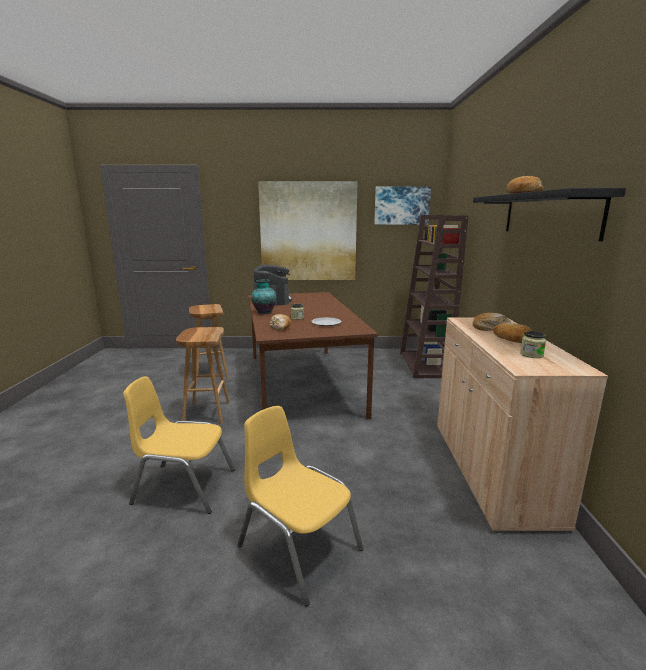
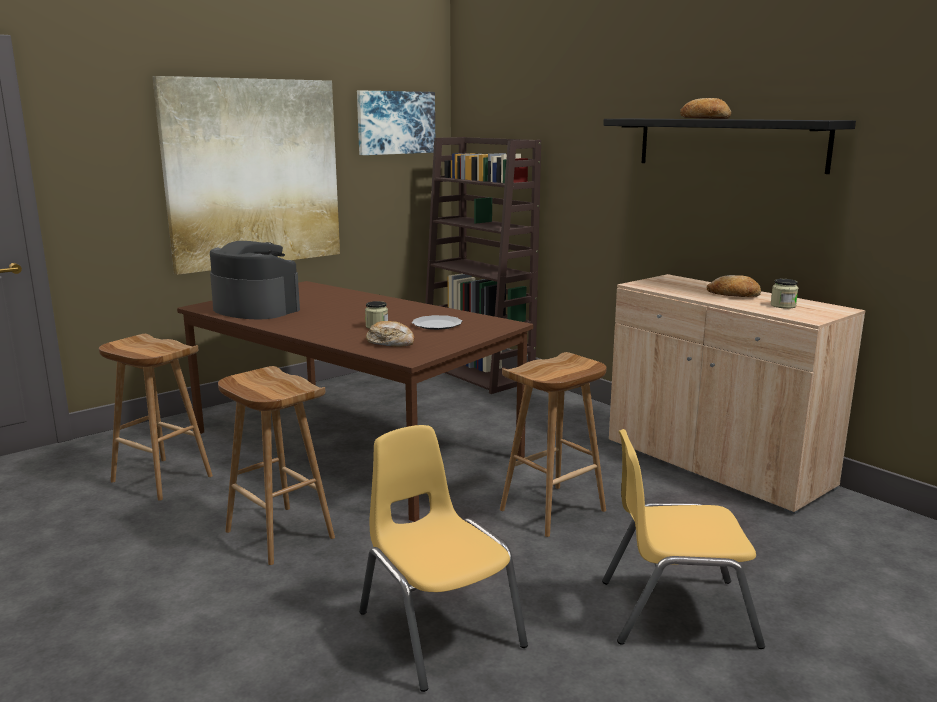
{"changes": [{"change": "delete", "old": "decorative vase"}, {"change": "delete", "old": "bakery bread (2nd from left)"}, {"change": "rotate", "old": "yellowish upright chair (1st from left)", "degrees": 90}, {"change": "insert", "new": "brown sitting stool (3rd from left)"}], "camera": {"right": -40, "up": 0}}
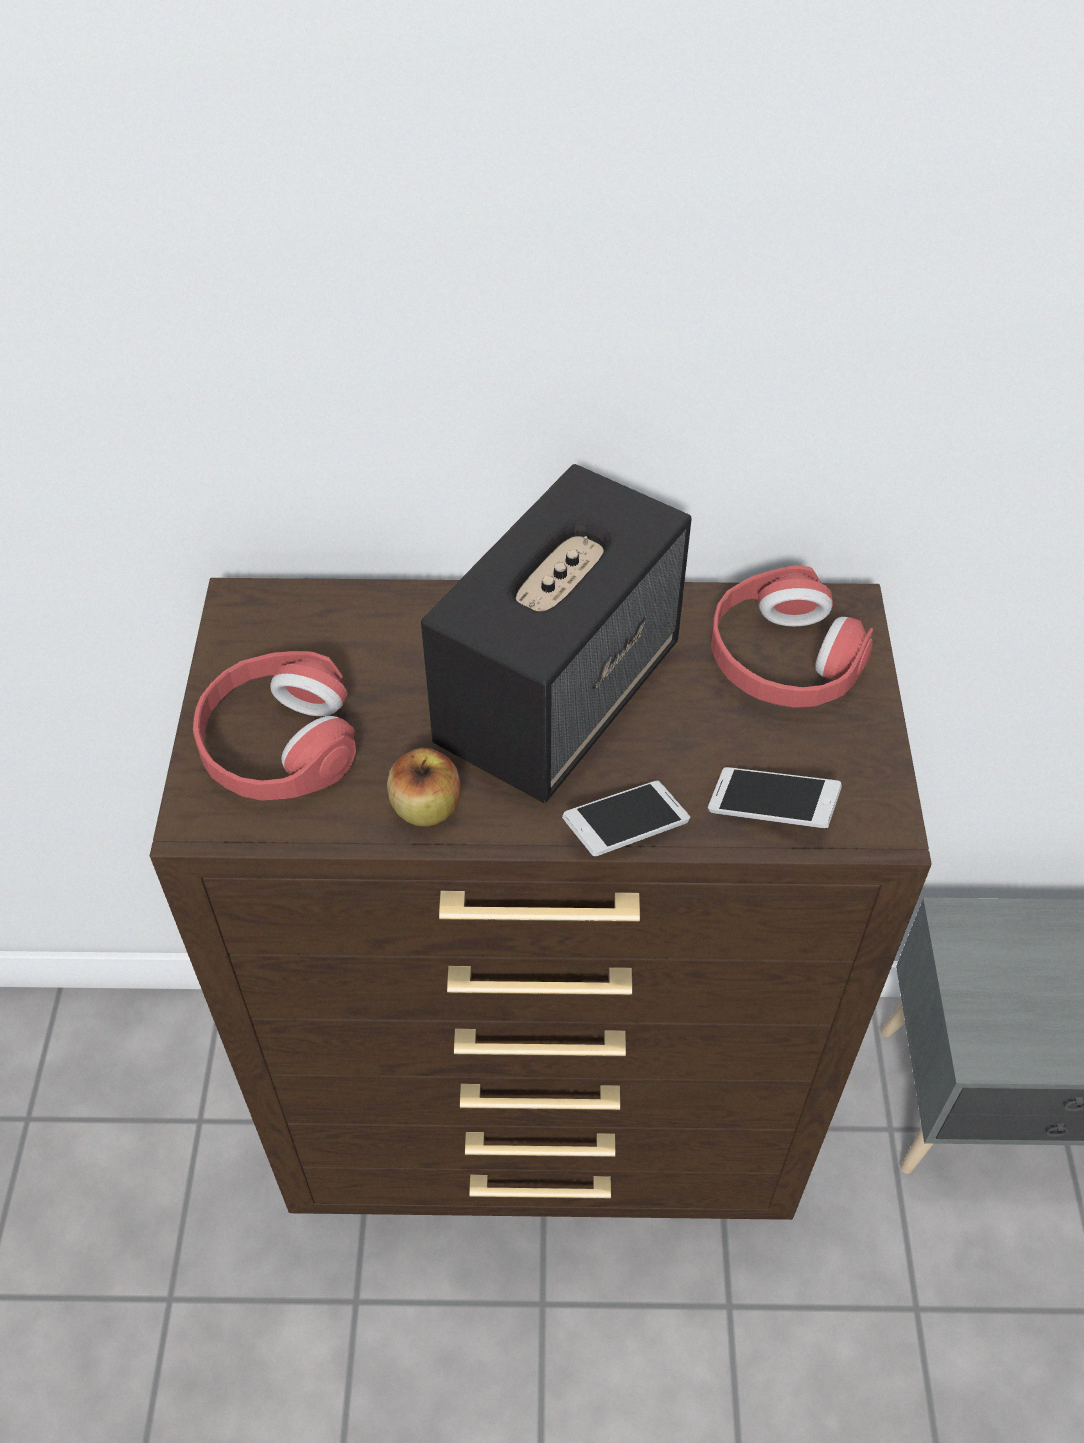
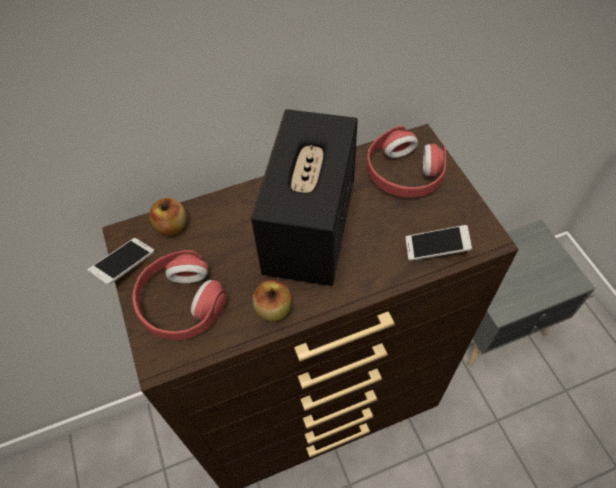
{"changes": [{"change": "move", "old": "handset (1st from left)"}, {"change": "insert", "new": "whole apple (1st from left)"}], "camera": {"right": -20, "up": 5}}
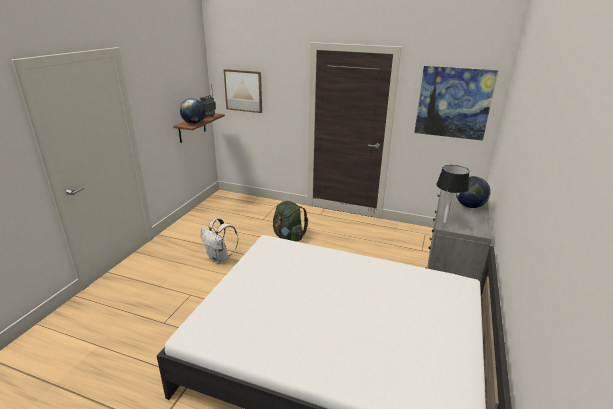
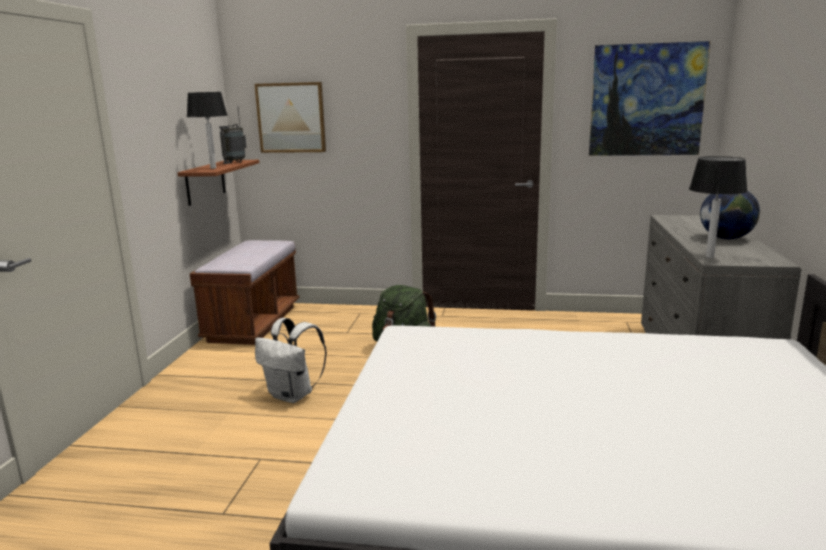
{"changes": [{"change": "replace", "old": "world globe (1st from left)", "new": "lamp for a table (1st from left)"}, {"change": "insert", "new": "brown bench"}], "camera": {"right": -10, "up": -10}}
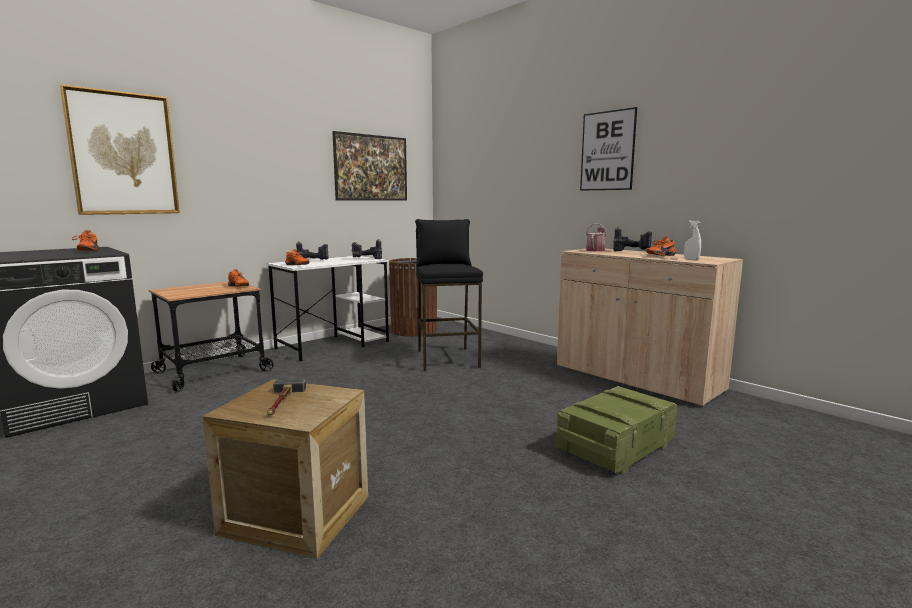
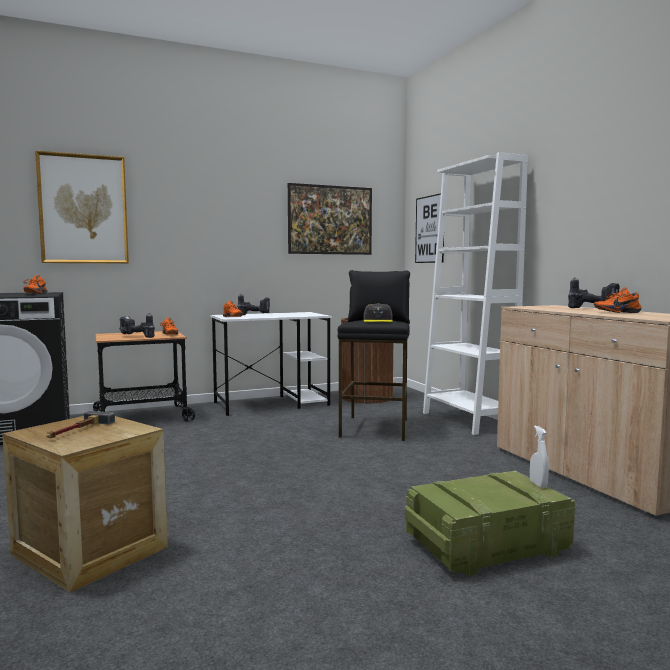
{"changes": [{"change": "move", "old": "wall picture (3rd from left)"}, {"change": "move", "old": "white hand sprayer"}, {"change": "delete", "old": "watering can"}, {"change": "move", "old": "power drill (2nd from left in the first image)", "new": "power drill (1st from left)"}, {"change": "insert", "new": "white bookshelf"}, {"change": "insert", "new": "grey peaked cap"}], "camera": {"right": 20, "up": -5}}
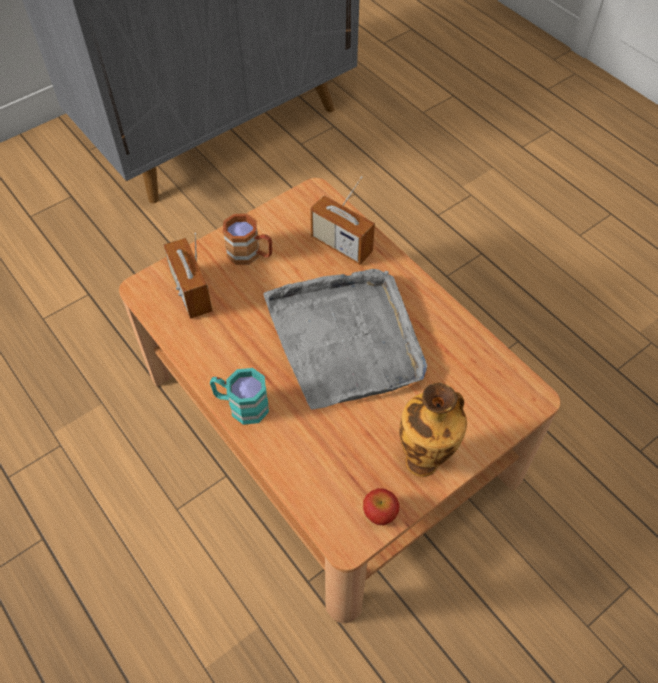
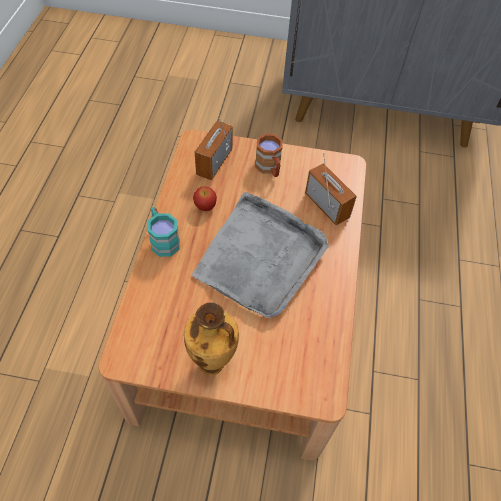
{"changes": [{"change": "rotate", "old": "radio set (2nd from left)", "degrees": 150}, {"change": "move", "old": "whole apple"}], "camera": {"right": 45, "up": 0}}
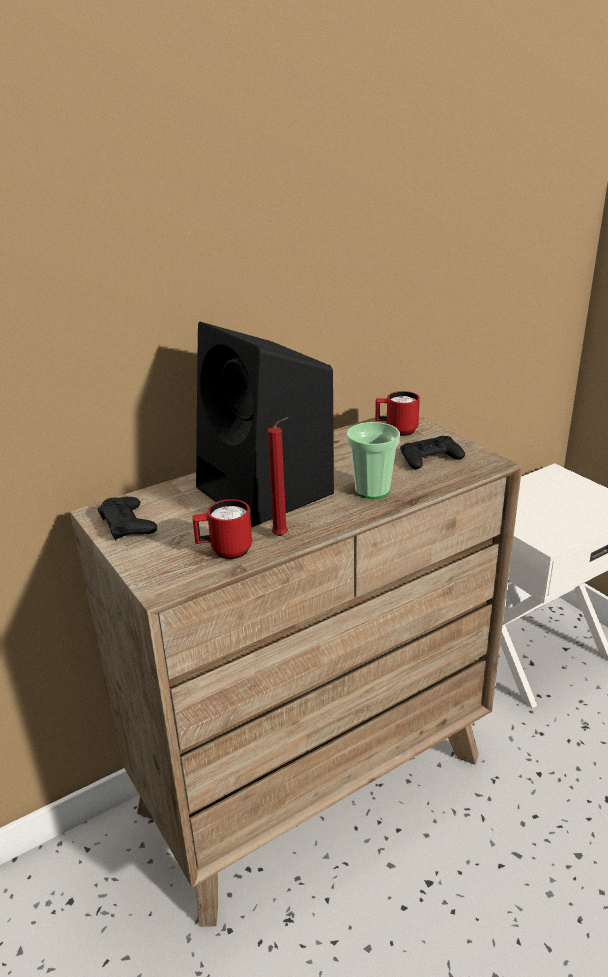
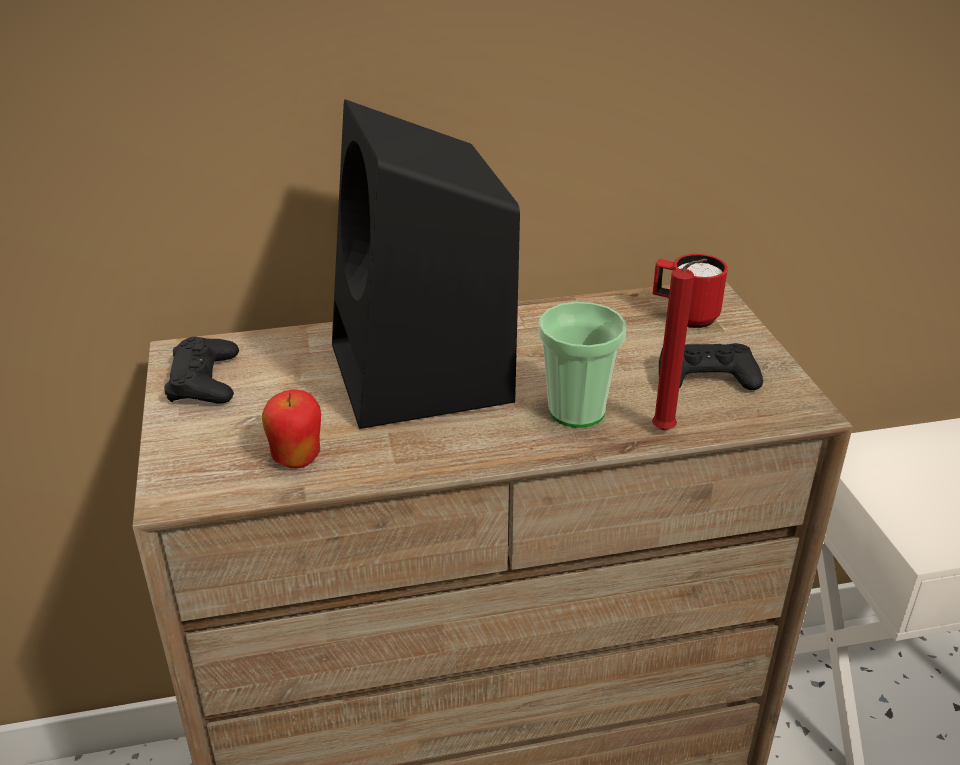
{"changes": [{"change": "move", "old": "reddish wax light"}, {"change": "replace", "old": "reddish coffee mug (1st from left)", "new": "whole apple"}], "camera": {"right": 20, "up": 5}}
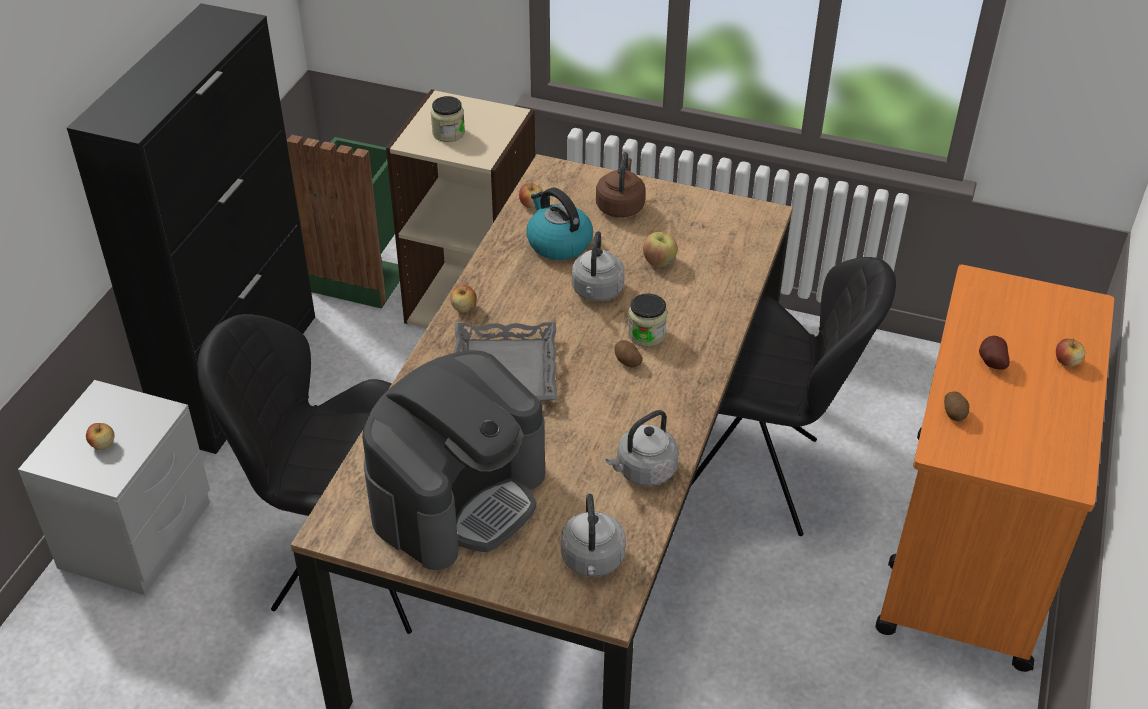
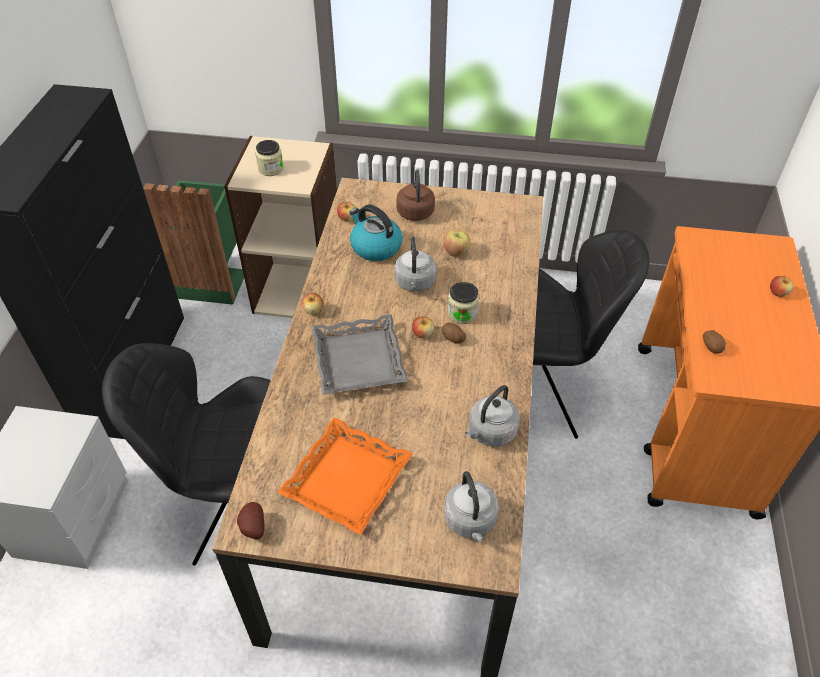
{"changes": [{"change": "move", "old": "whole potato (3rd from left in the first image)", "new": "whole potato (1st from left)"}, {"change": "replace", "old": "coffee machine", "new": "orange serving tray"}, {"change": "move", "old": "whole apple (1st from left in the first image)", "new": "whole apple (3rd from left)"}], "camera": {"right": -10, "up": 5}}
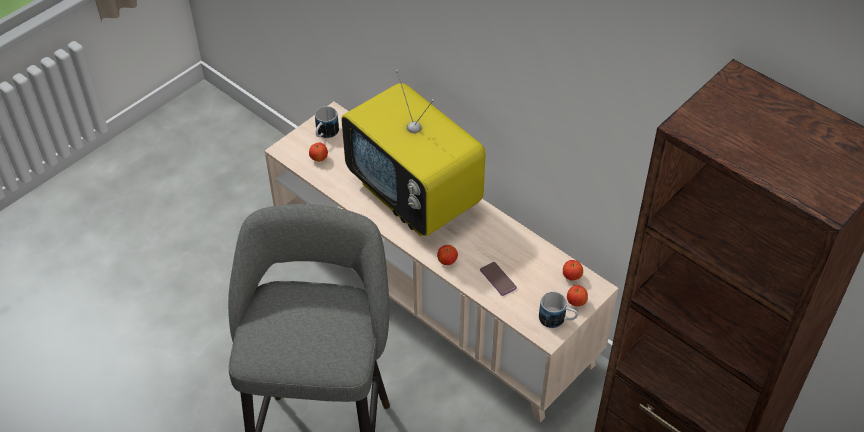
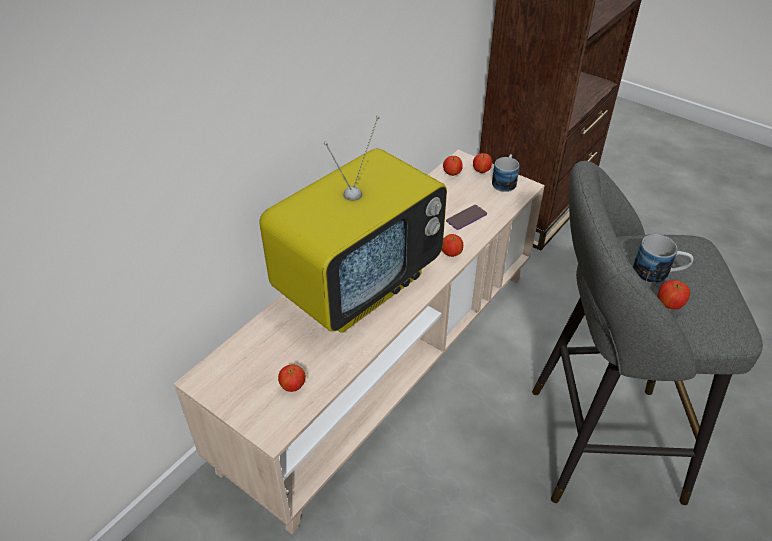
{"changes": [{"change": "move", "old": "coffee mug (1st from left in the first image)", "new": "coffee mug (2nd from left)"}, {"change": "insert", "new": "whole apple (5th from left)"}], "camera": {"right": -95, "up": -5}}
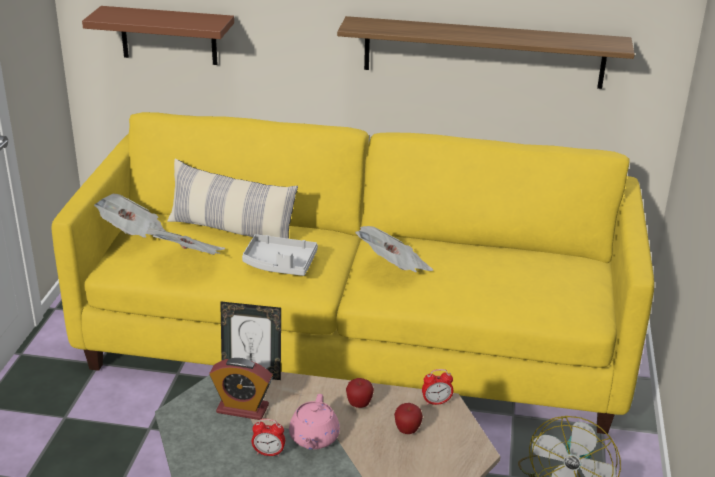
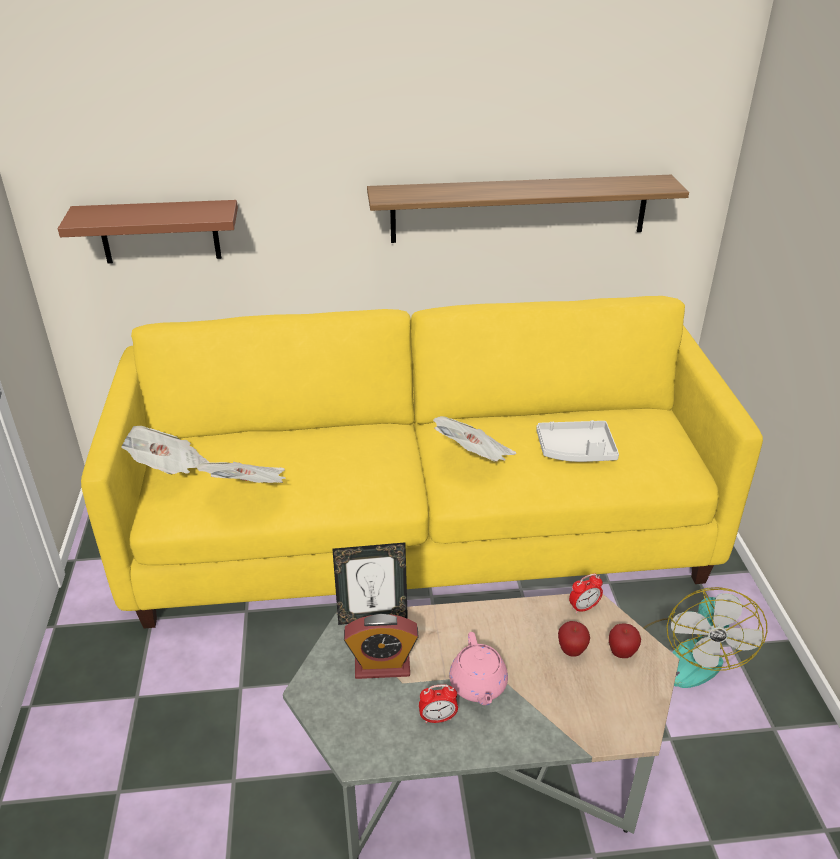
{"changes": [{"change": "delete", "old": "throw pillow"}, {"change": "move", "old": "grey serving tray"}, {"change": "move", "old": "whole apple (1st from left in the first image)", "new": "whole apple (2nd from left)"}], "camera": {"right": -15, "up": 5}}
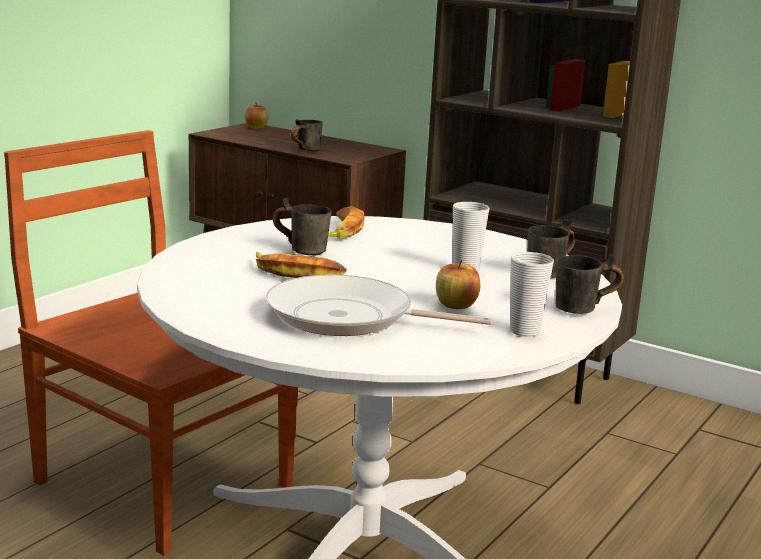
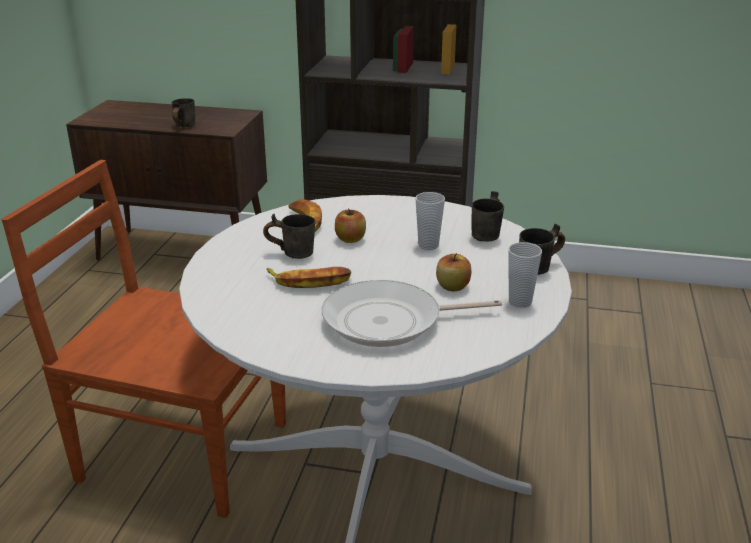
{"changes": [{"change": "move", "old": "whole apple (1st from left)"}], "camera": {"right": -20, "up": 10}}
